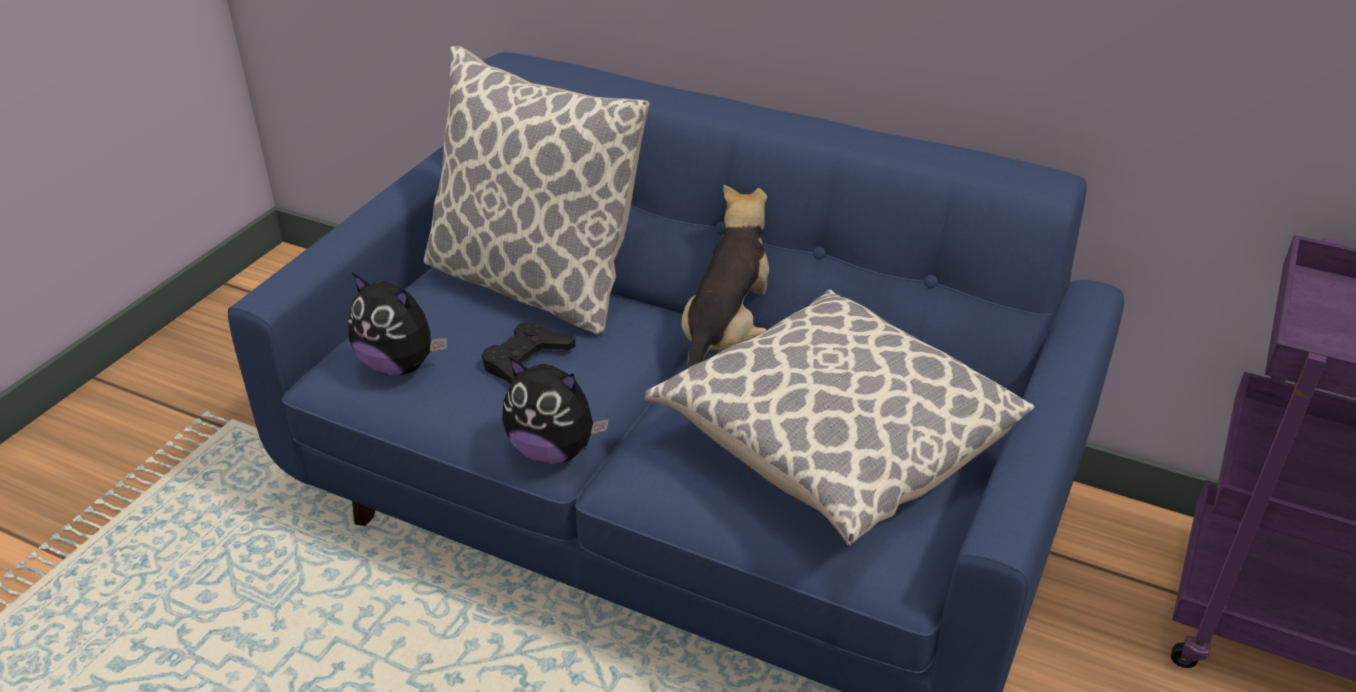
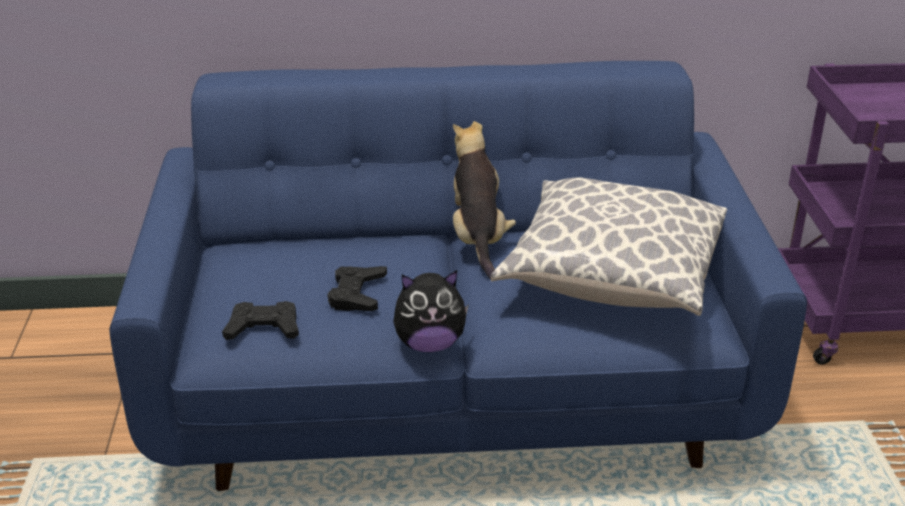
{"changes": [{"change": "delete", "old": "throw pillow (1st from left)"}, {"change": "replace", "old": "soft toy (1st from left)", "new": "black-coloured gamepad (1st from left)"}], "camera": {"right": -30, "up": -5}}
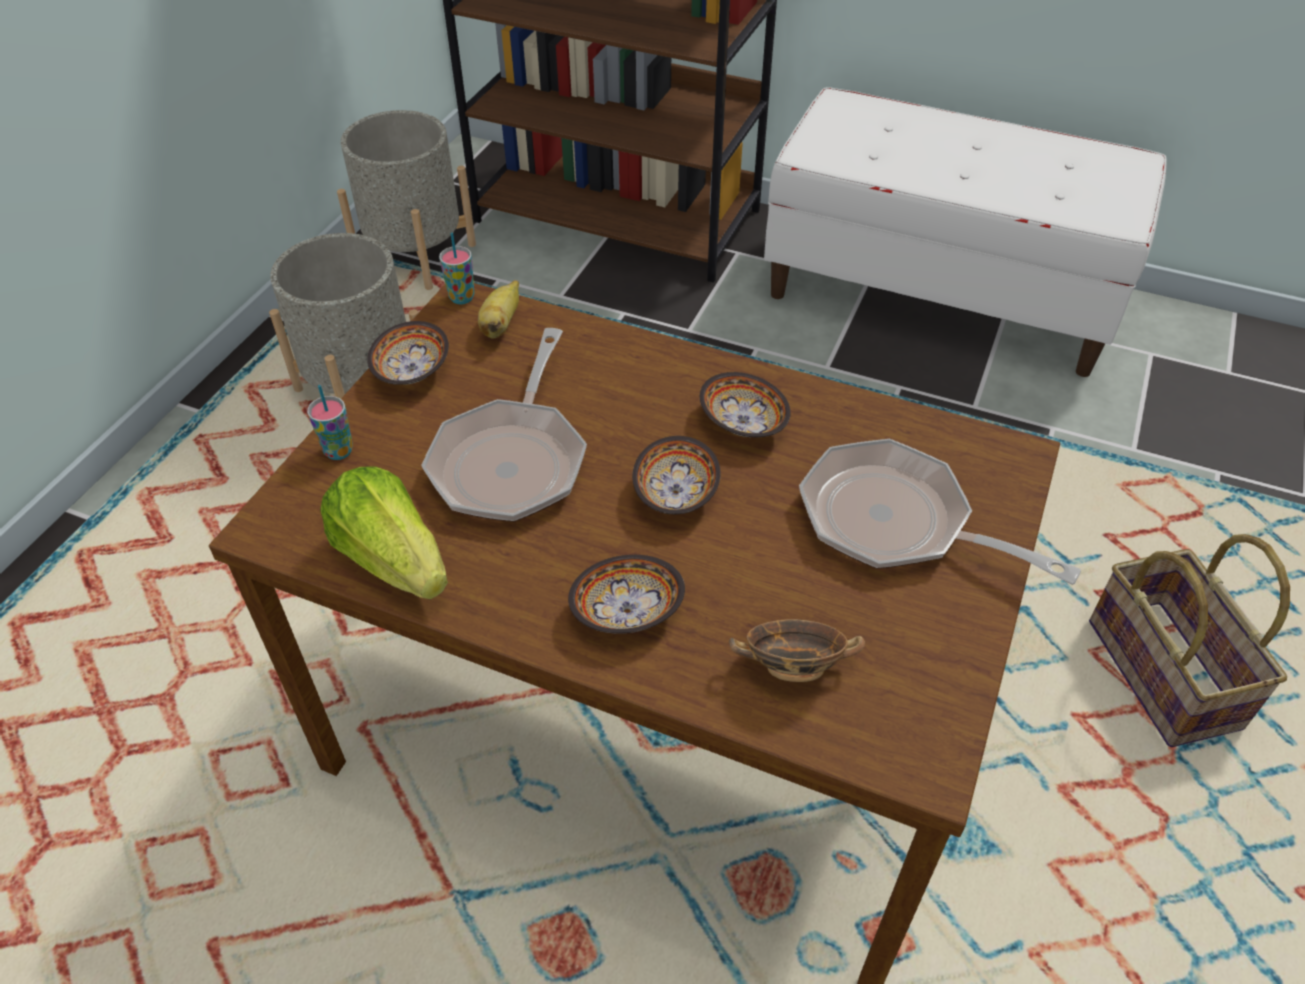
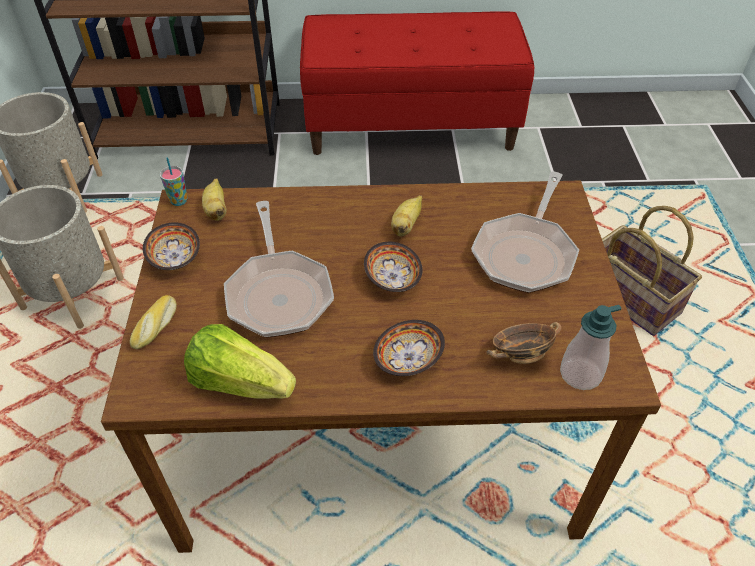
{"changes": [{"change": "recolor", "old": "white bench", "new": "reddish bench"}, {"change": "replace", "old": "serving bowl (4th from left)", "new": "whole banana (2nd from left)"}, {"change": "replace", "old": "cup (1st from left)", "new": "bakery bread"}, {"change": "rotate", "old": "frying pan (2nd from left)", "degrees": -75}, {"change": "insert", "new": "liquid soap bottle"}], "camera": {"right": -25, "up": 0}}
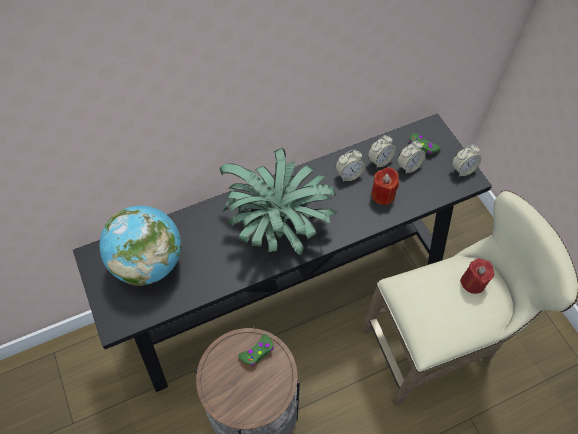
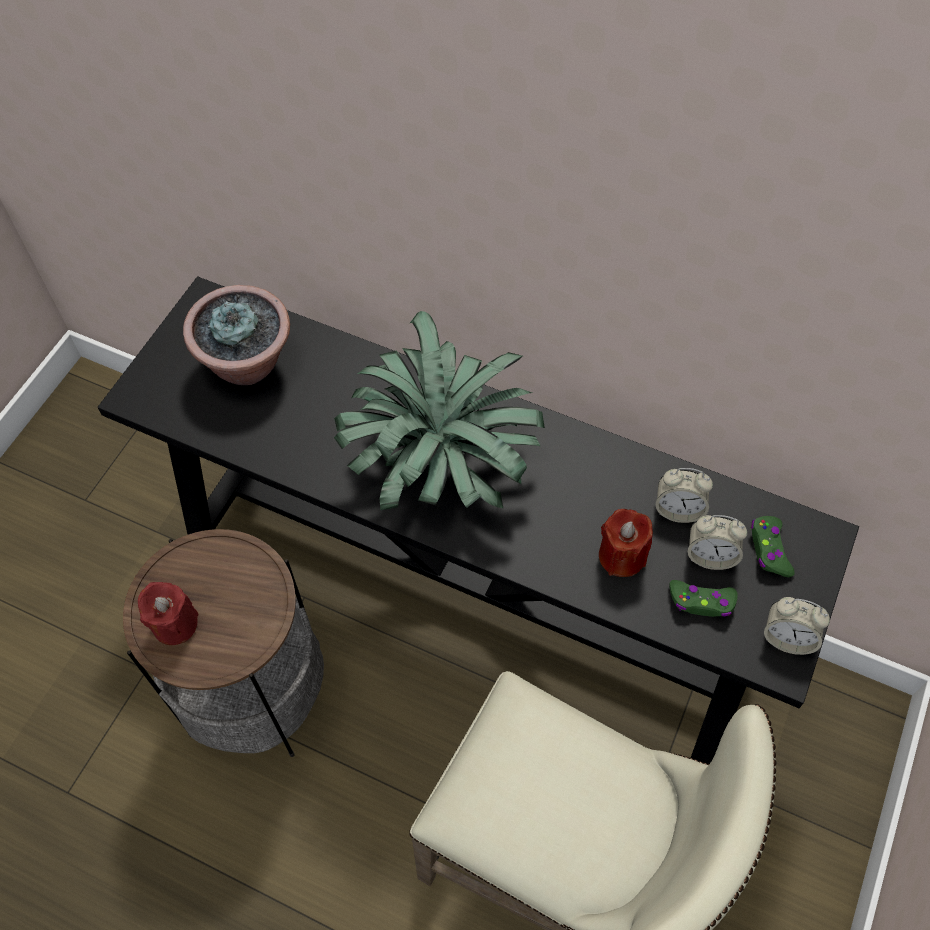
{"changes": [{"change": "delete", "old": "bedside clock (1st from left)"}, {"change": "replace", "old": "world globe", "new": "potted plant (1st from left)"}, {"change": "move", "old": "reddish wax light (2nd from left in the first image)", "new": "reddish wax light (1st from left)"}, {"change": "move", "old": "greenish gamepad (1st from left)"}], "camera": {"right": 50, "up": 0}}
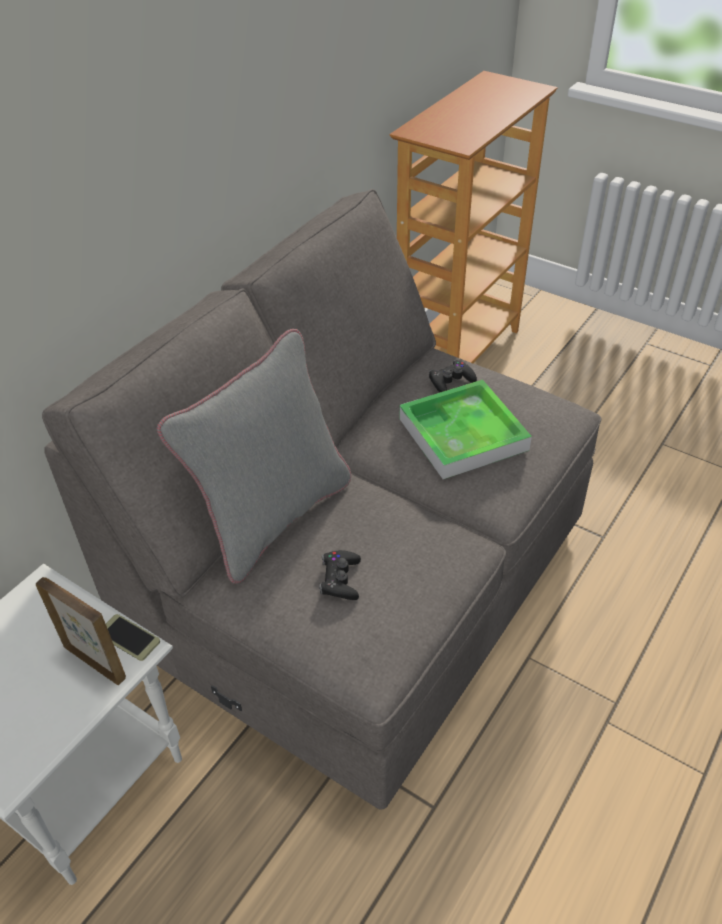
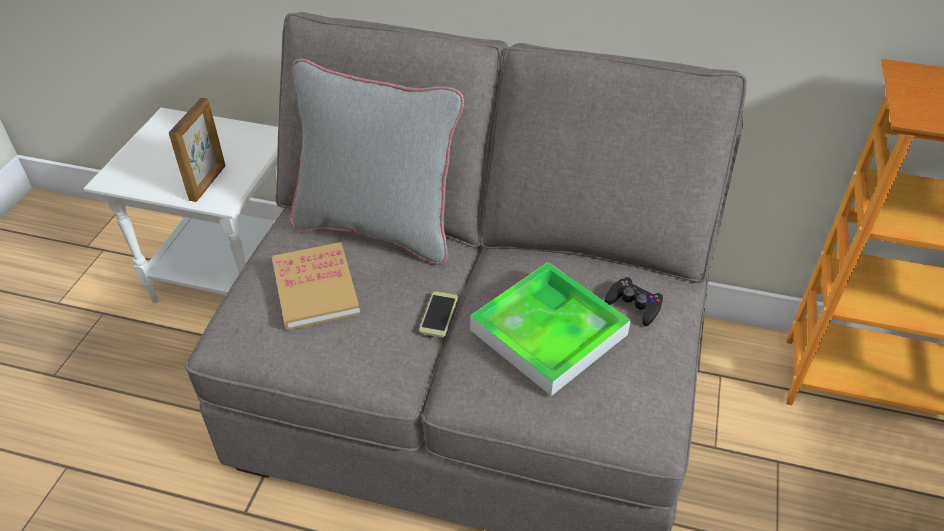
{"changes": [{"change": "replace", "old": "black-coloured gamepad (1st from left)", "new": "book"}, {"change": "move", "old": "handset"}], "camera": {"right": 70, "up": 0}}
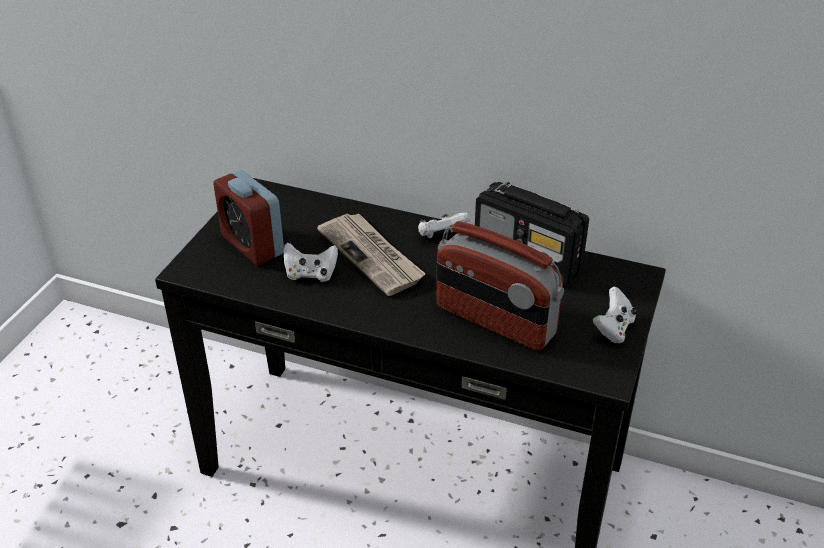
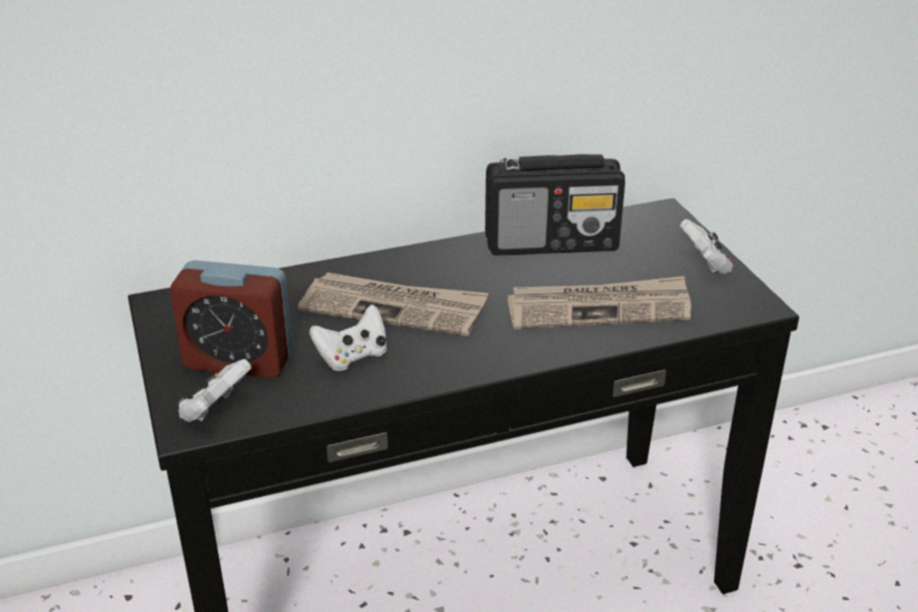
{"changes": [{"change": "move", "old": "white gamepad (2nd from left in the first image)", "new": "white gamepad (1st from left)"}, {"change": "replace", "old": "radio set (1st from left)", "new": "newspaper (2nd from left)"}], "camera": {"right": -40, "up": -5}}
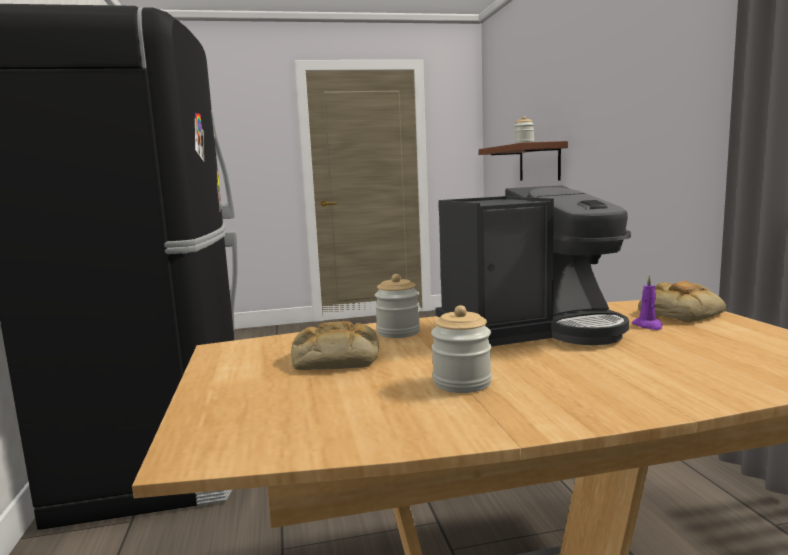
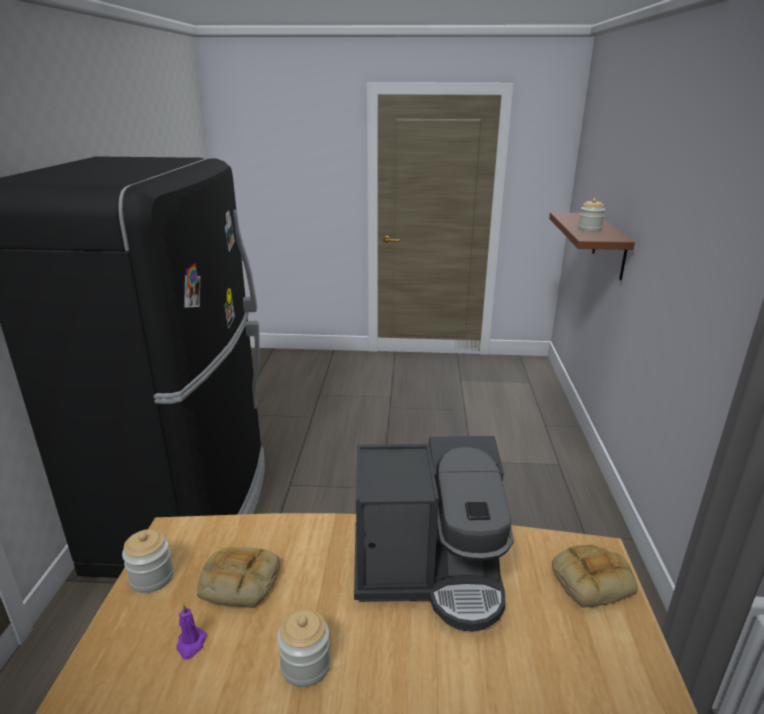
{"changes": [{"change": "move", "old": "preserve jar (1st from left)"}, {"change": "move", "old": "purplish wax light"}], "camera": {"right": 15, "up": 15}}
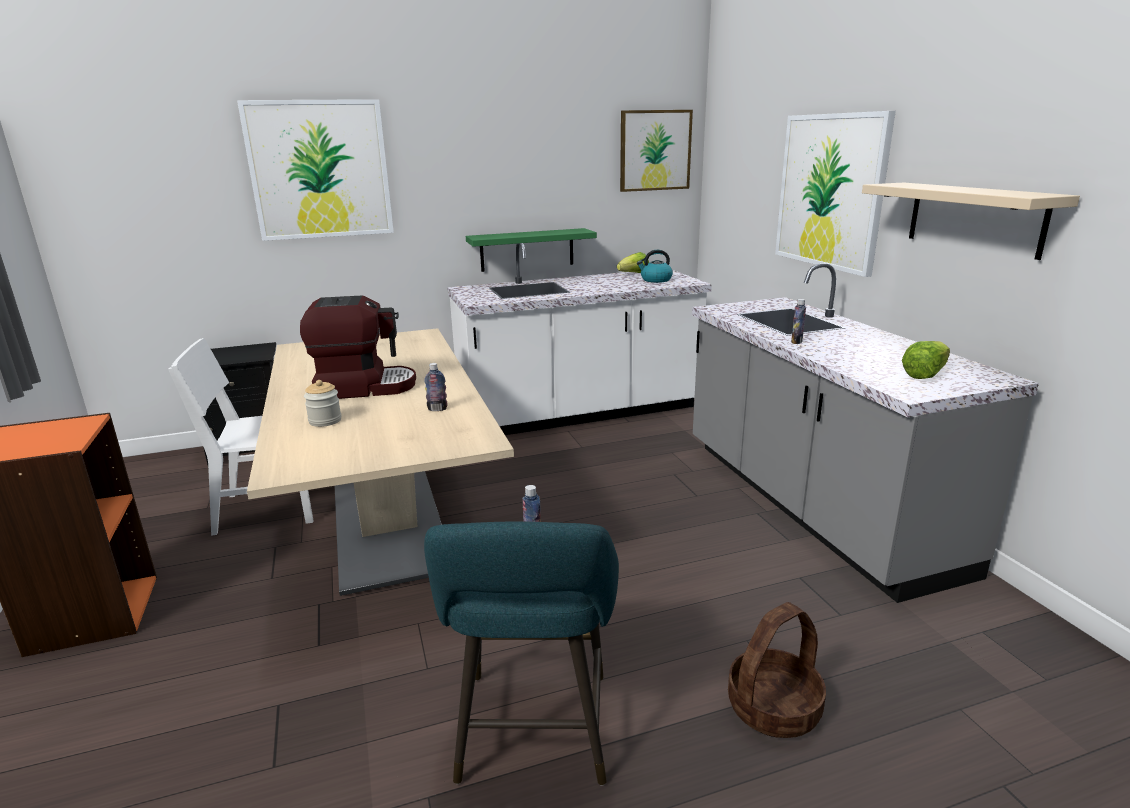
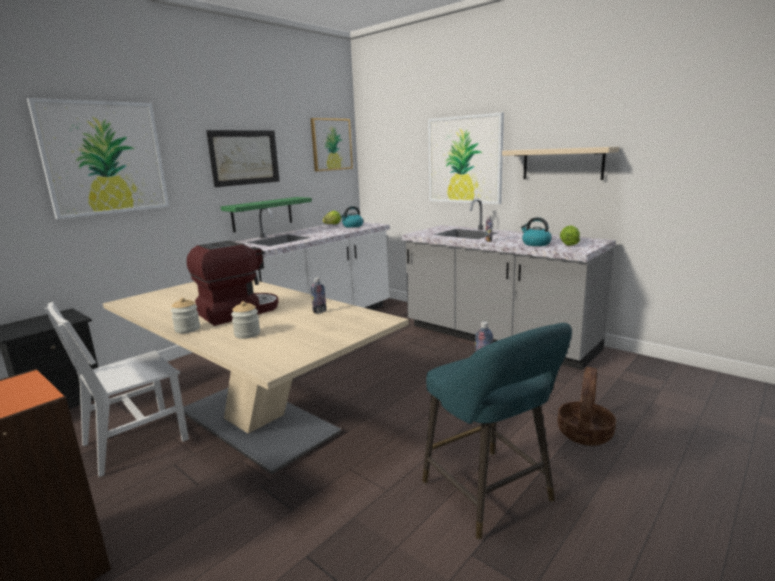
{"changes": [{"change": "insert", "new": "wall picture (2nd from left)"}, {"change": "insert", "new": "tea kettle (2nd from left)"}, {"change": "insert", "new": "preserve jar (1st from left)"}], "camera": {"right": -30, "up": -5}}
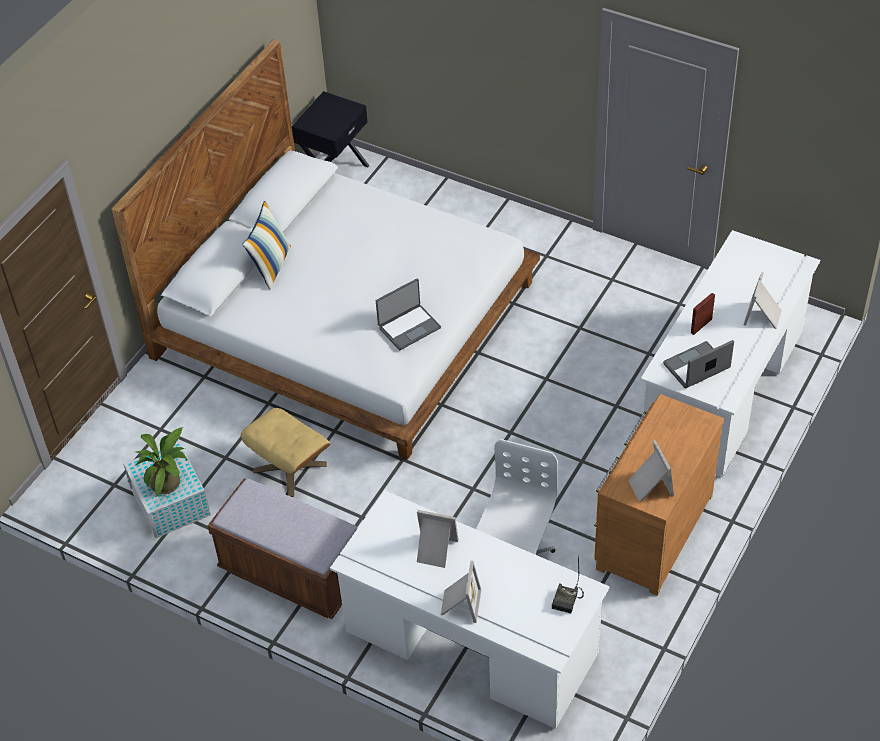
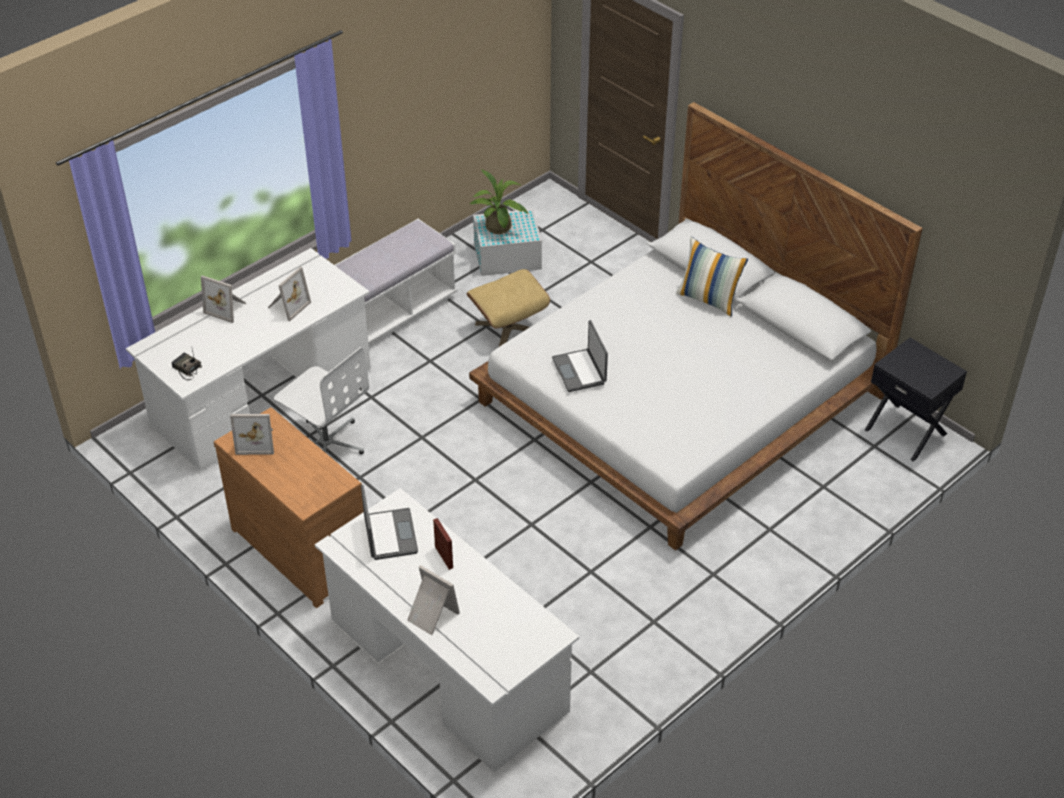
{"changes": [{"change": "recolor", "old": "brown bench", "new": "white bench"}], "camera": {"right": 105, "up": -5}}
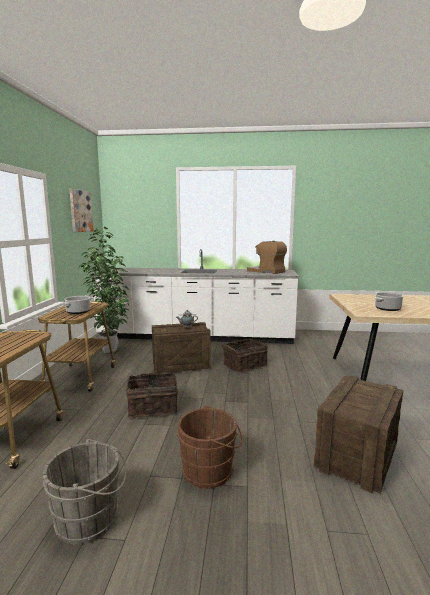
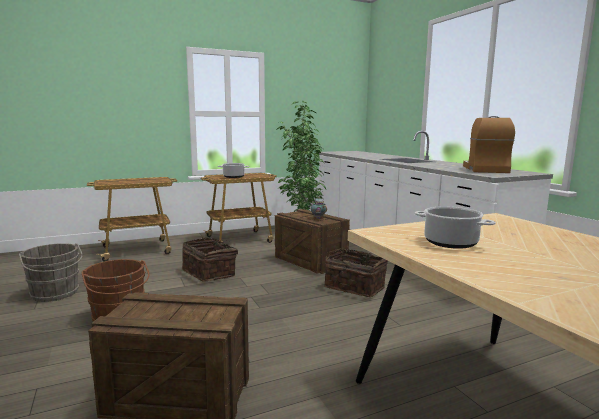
{"changes": [{"change": "delete", "old": "wall picture"}], "camera": {"right": 60, "up": 0}}
